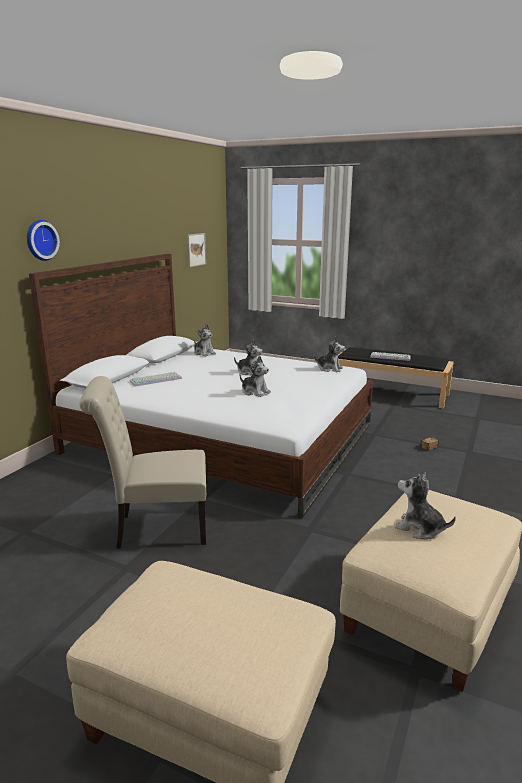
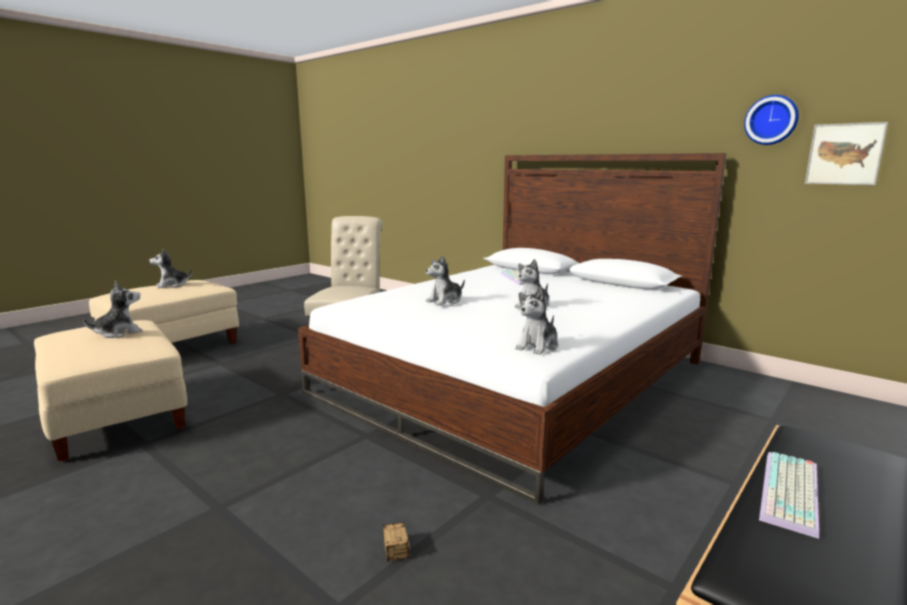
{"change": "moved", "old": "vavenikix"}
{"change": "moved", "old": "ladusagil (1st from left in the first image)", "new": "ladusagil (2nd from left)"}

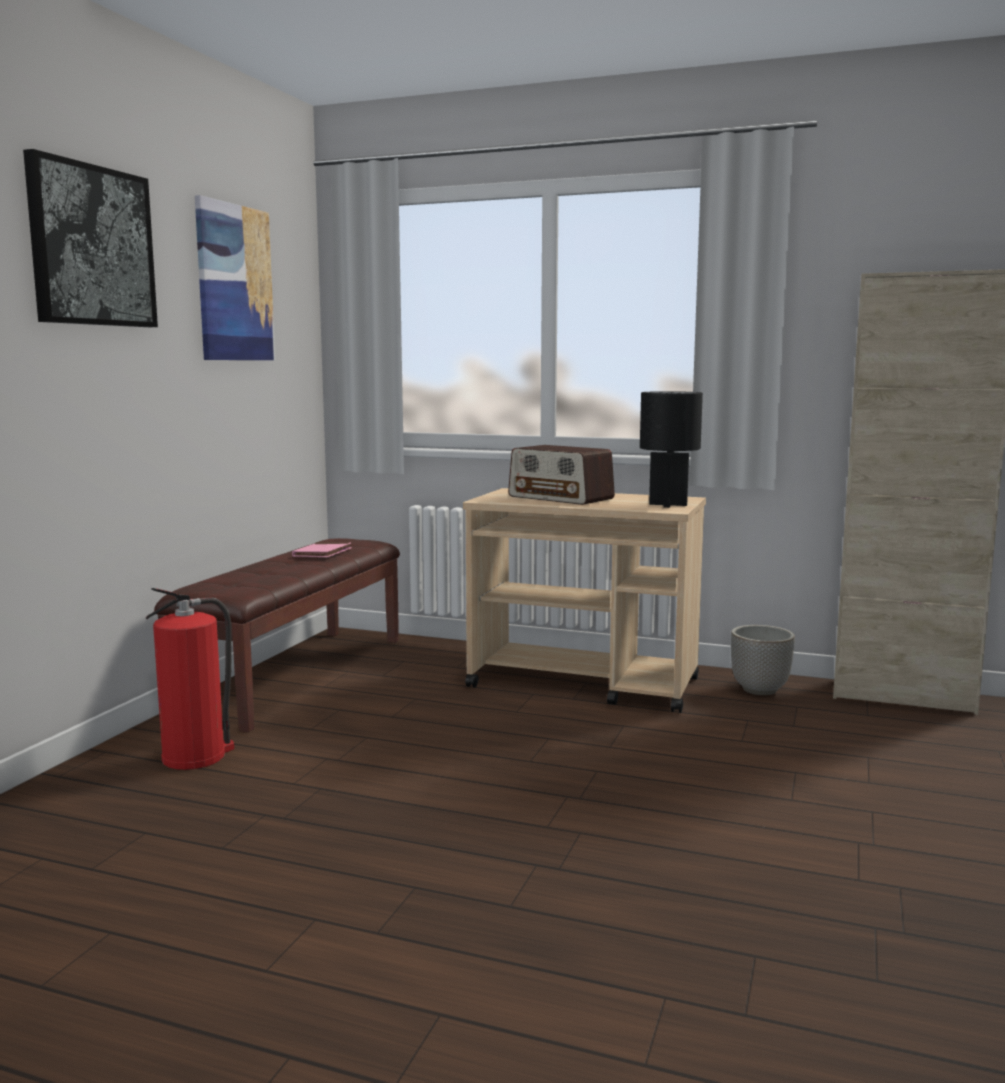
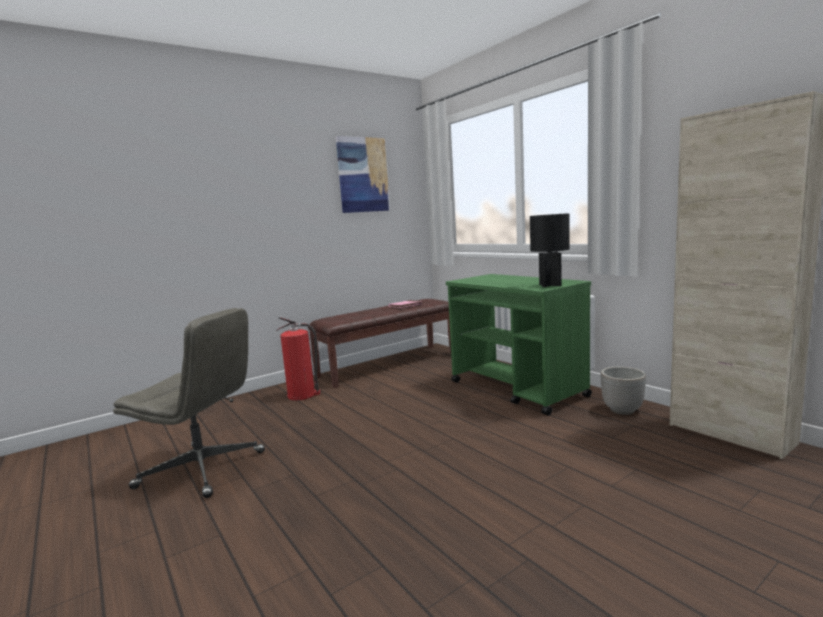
{"change": "removed", "old": "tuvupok (1st from left)"}
{"change": "removed", "old": "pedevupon"}
{"change": "recoloured", "old": "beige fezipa", "new": "green fezipa"}
{"change": "added", "new": "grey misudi"}

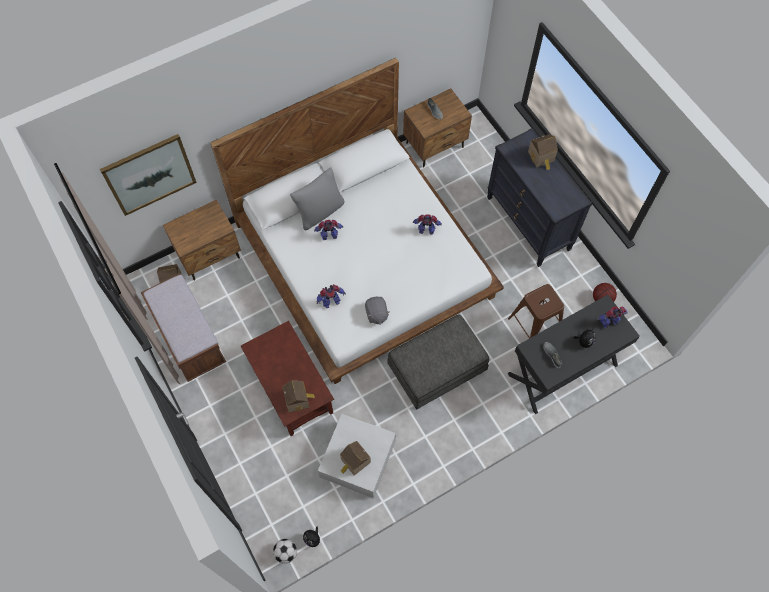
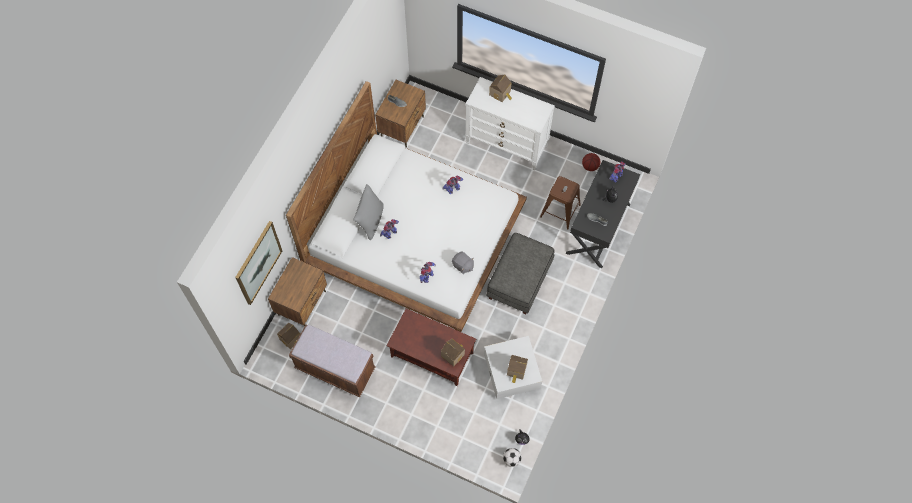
{"change": "recoloured", "old": "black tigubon", "new": "white tigubon"}

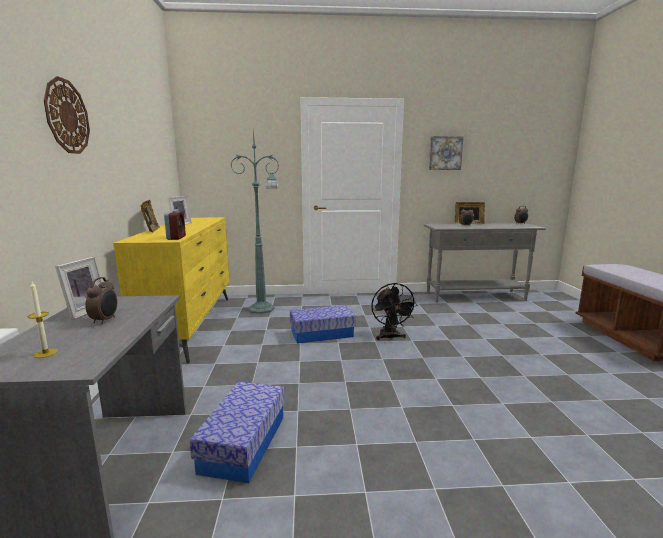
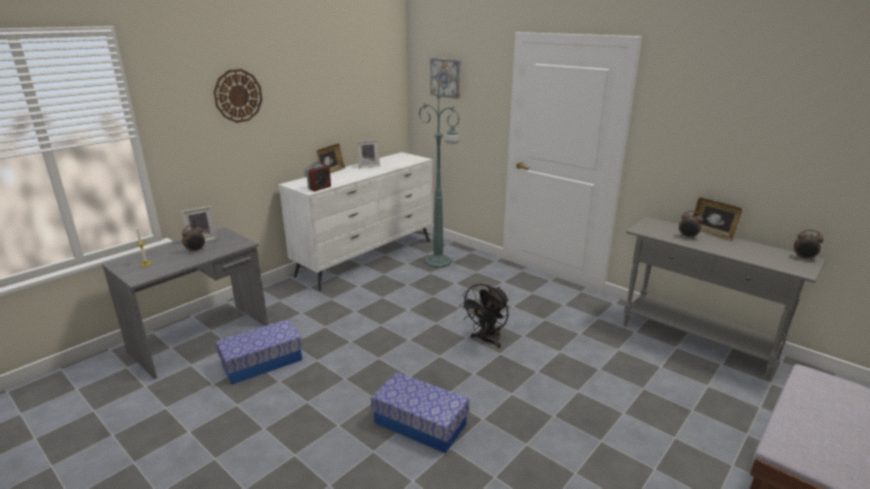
{"change": "moved", "old": "tuvupok"}
{"change": "recoloured", "old": "yellow tigubon", "new": "white tigubon"}
{"change": "moved", "old": "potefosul (2nd from left)"}

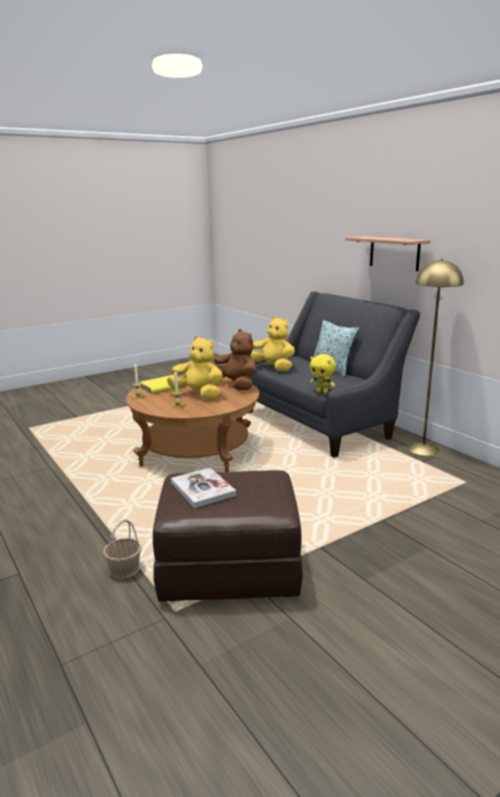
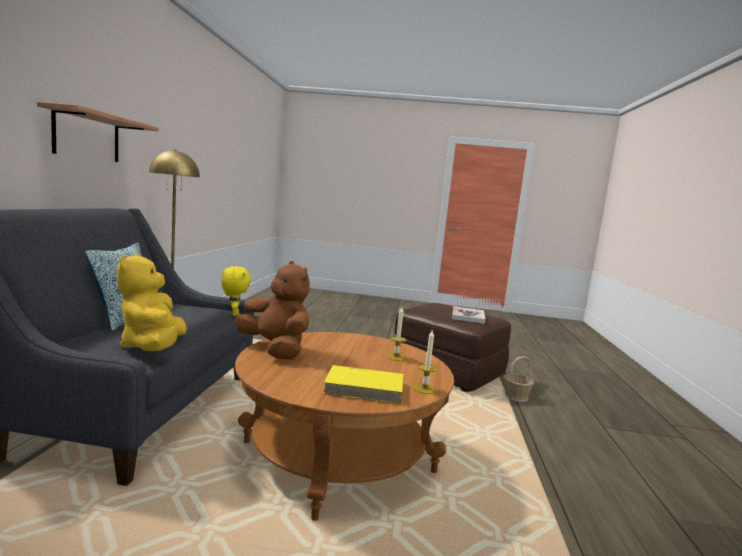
{"change": "turned", "old": "brown ladusagil", "degrees": 135}
{"change": "removed", "old": "yellow ladusagil (1st from left)"}

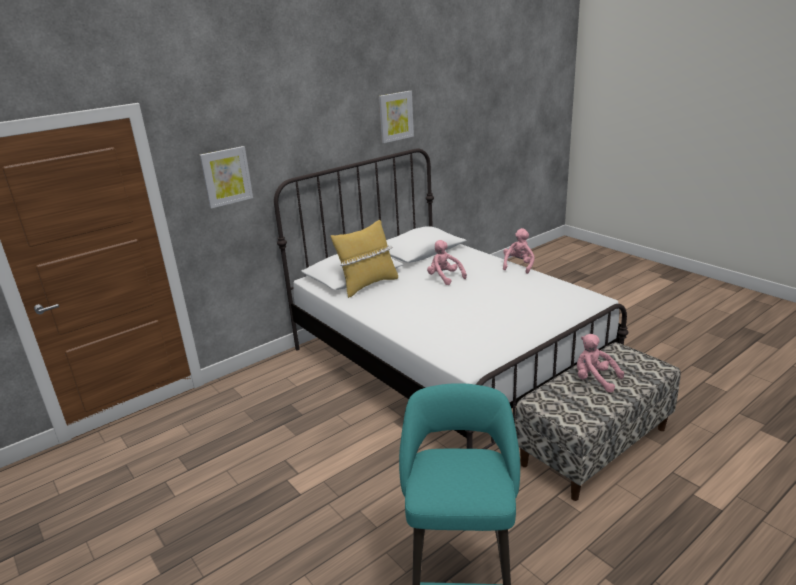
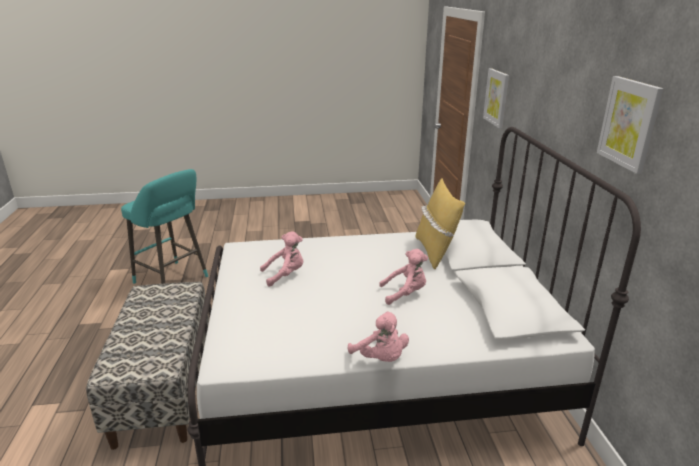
{"change": "moved", "old": "pink ladusagil (3rd from left in the first image)", "new": "pink ladusagil (1st from left)"}

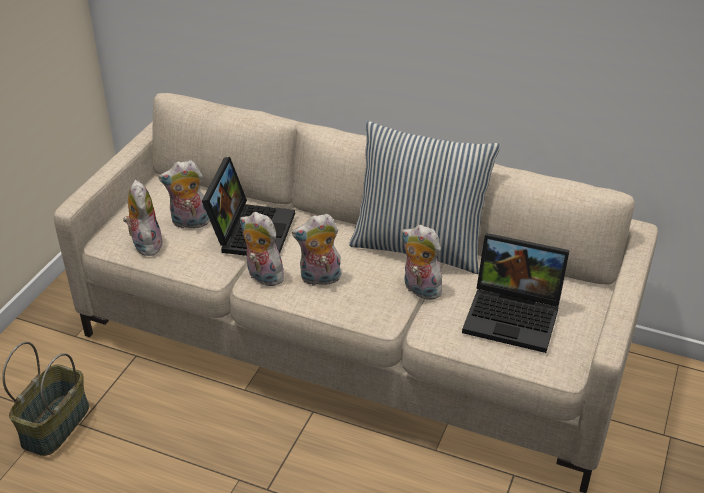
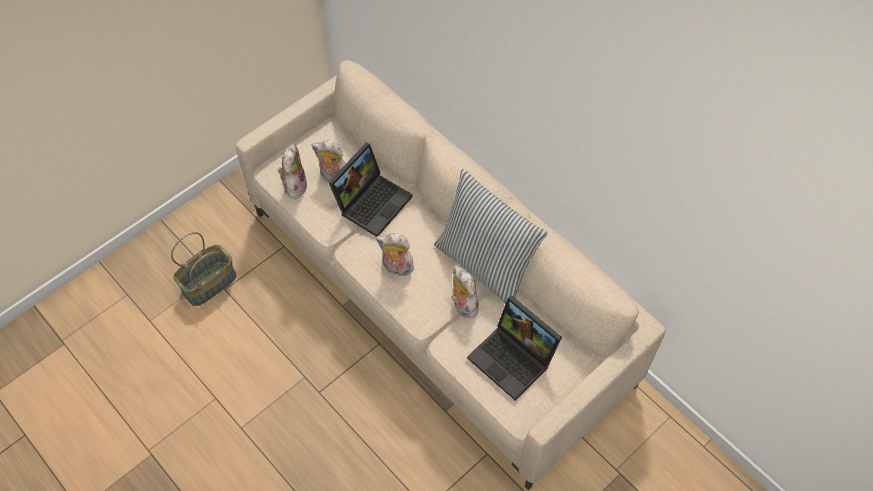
{"change": "removed", "old": "ladusagil (3rd from left)"}

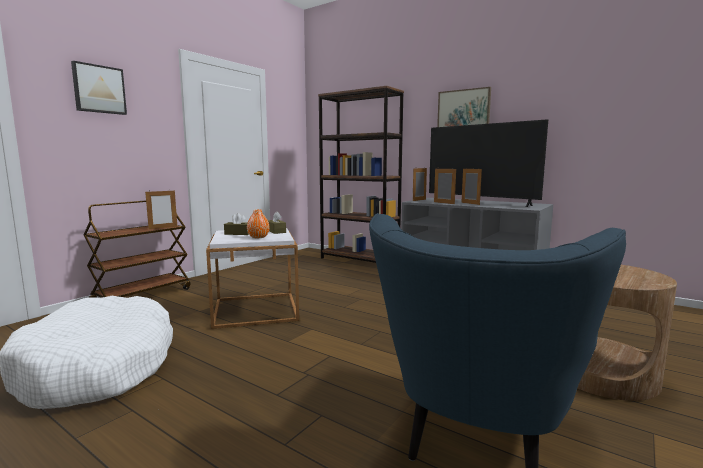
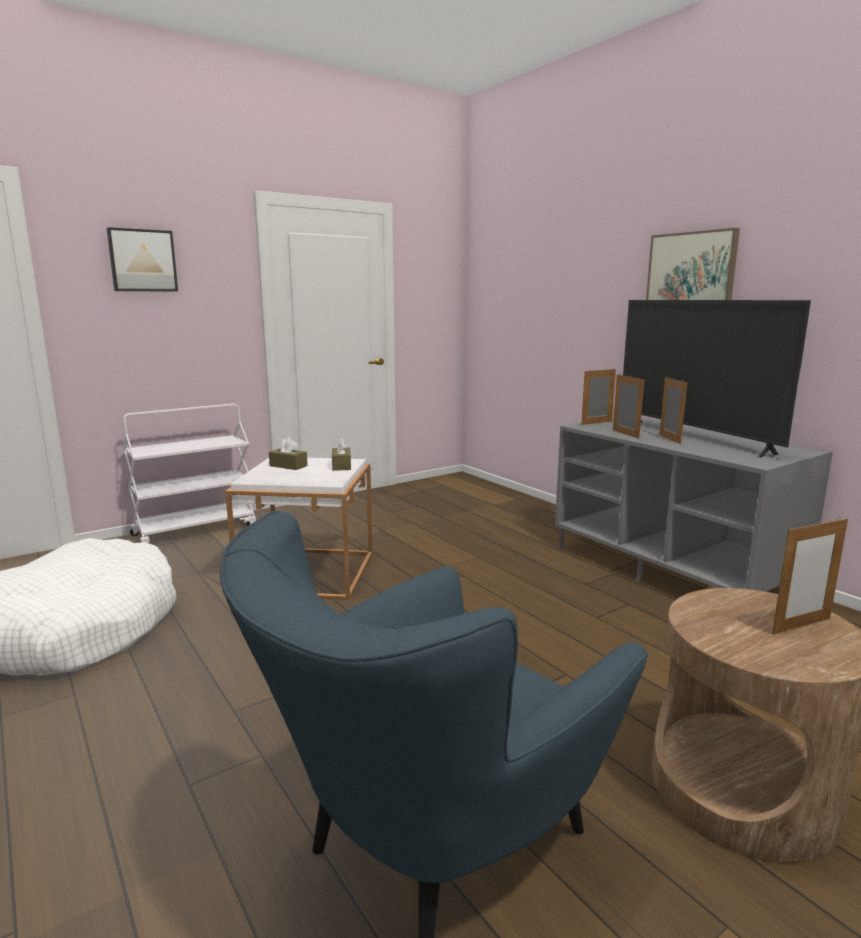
{"change": "removed", "old": "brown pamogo"}
{"change": "moved", "old": "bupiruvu (1st from left in the first image)", "new": "bupiruvu (4th from left)"}
{"change": "recoloured", "old": "brown fezipa", "new": "white fezipa"}
{"change": "removed", "old": "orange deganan"}

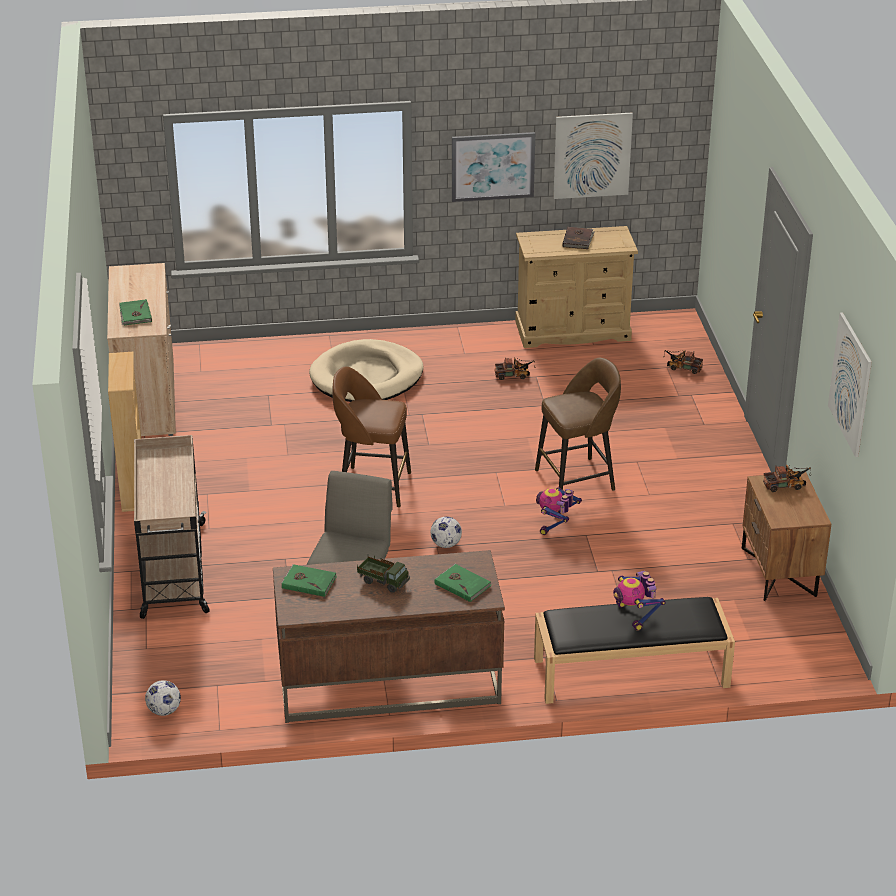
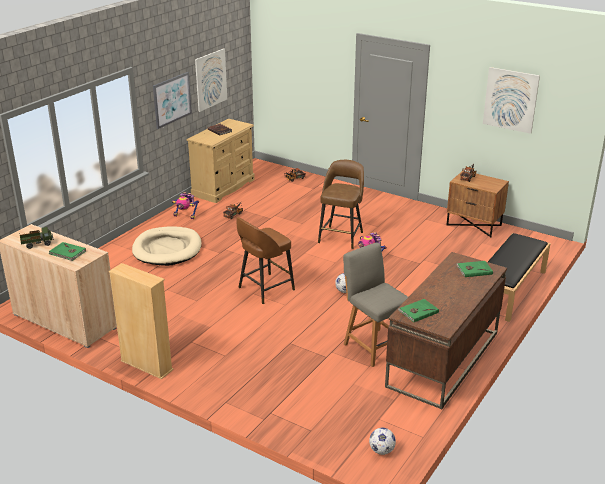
{"change": "removed", "old": "beige fezipa"}
{"change": "moved", "old": "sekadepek (1st from left)"}
{"change": "moved", "old": "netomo (2nd from left in the first image)", "new": "netomo (1st from left)"}

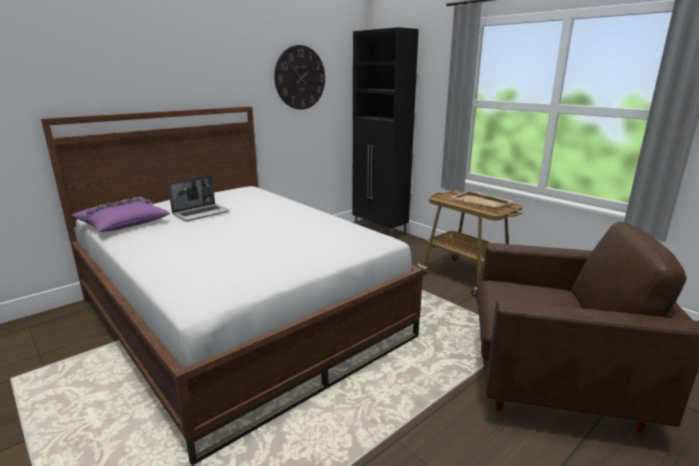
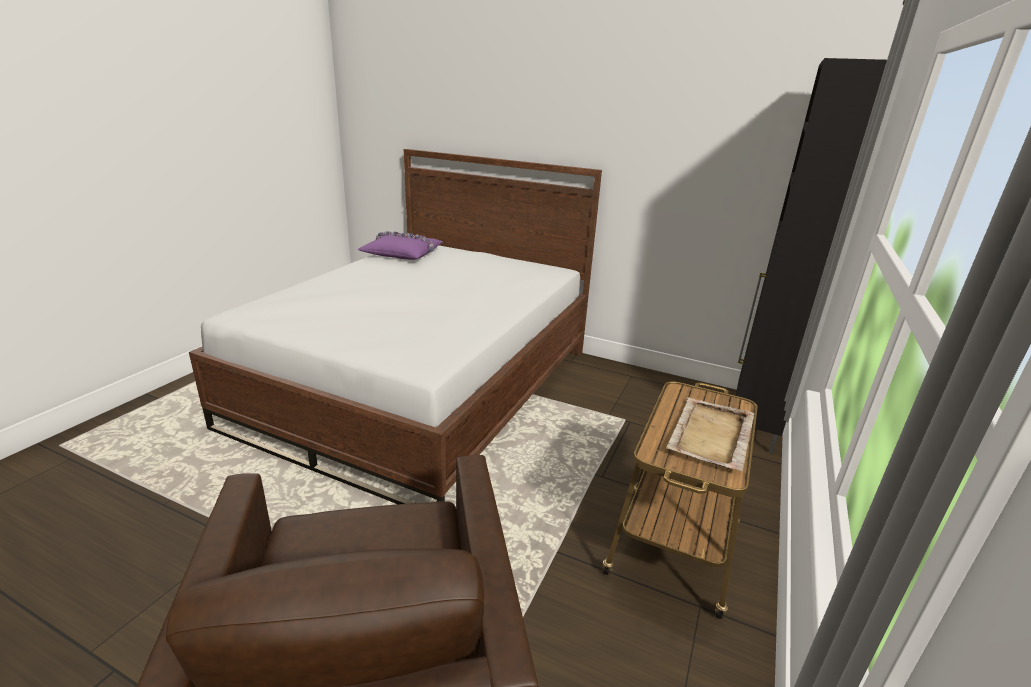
{"change": "removed", "old": "vavenikix"}
{"change": "removed", "old": "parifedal"}

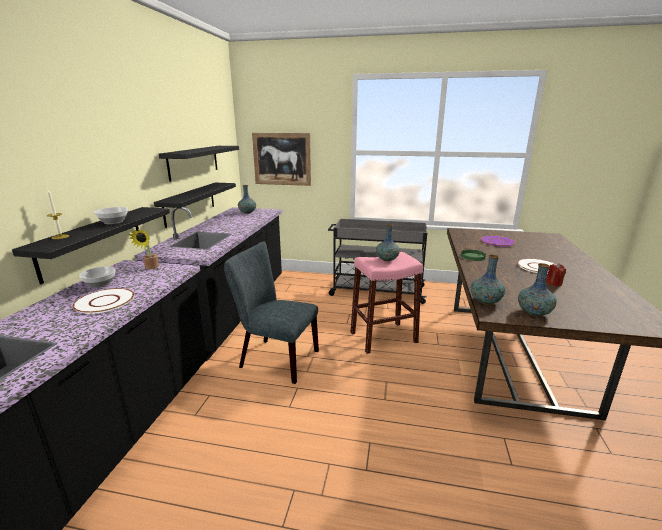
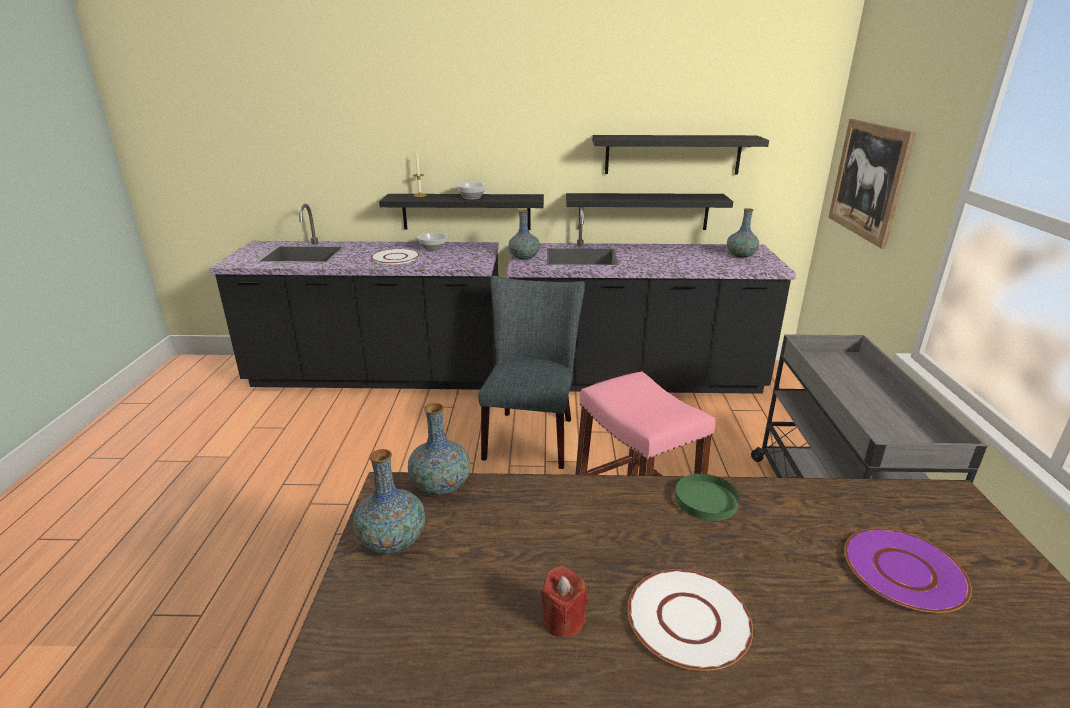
{"change": "moved", "old": "deganan (2nd from left in the first image)", "new": "deganan (3rd from left)"}
{"change": "removed", "old": "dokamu"}

